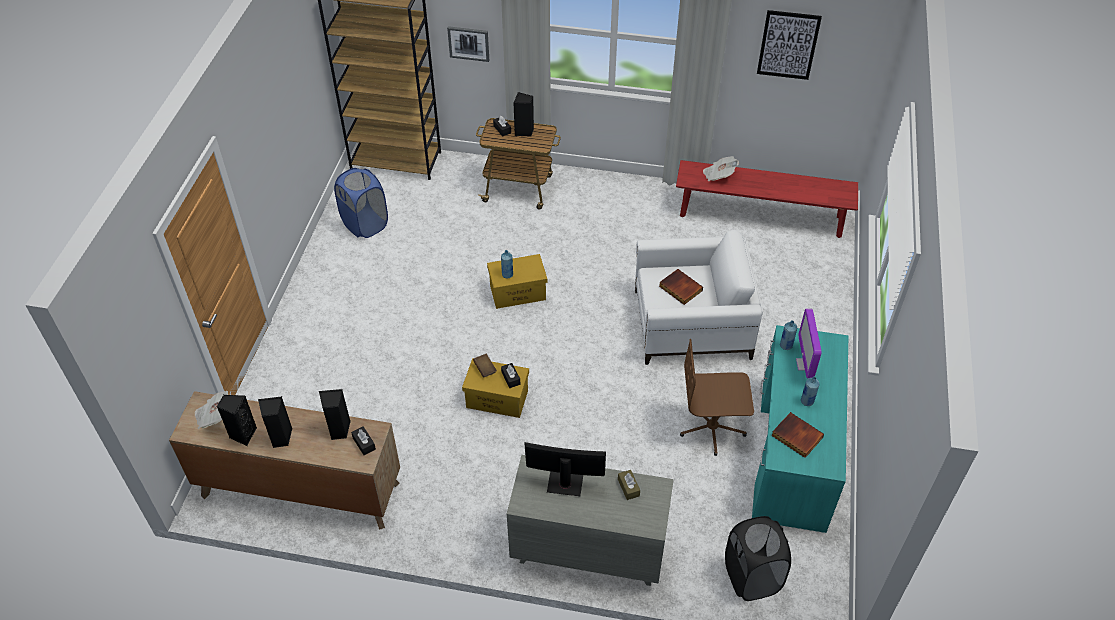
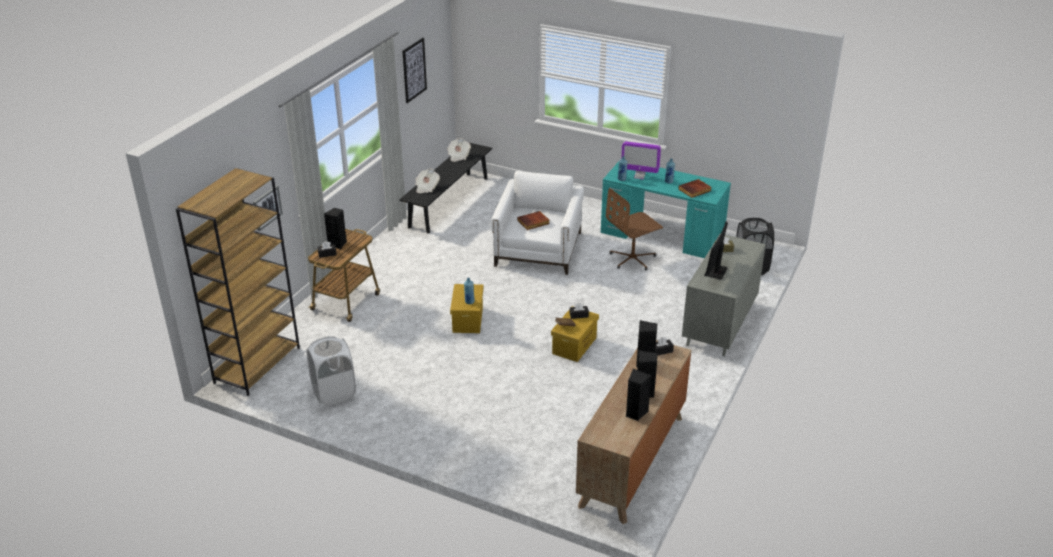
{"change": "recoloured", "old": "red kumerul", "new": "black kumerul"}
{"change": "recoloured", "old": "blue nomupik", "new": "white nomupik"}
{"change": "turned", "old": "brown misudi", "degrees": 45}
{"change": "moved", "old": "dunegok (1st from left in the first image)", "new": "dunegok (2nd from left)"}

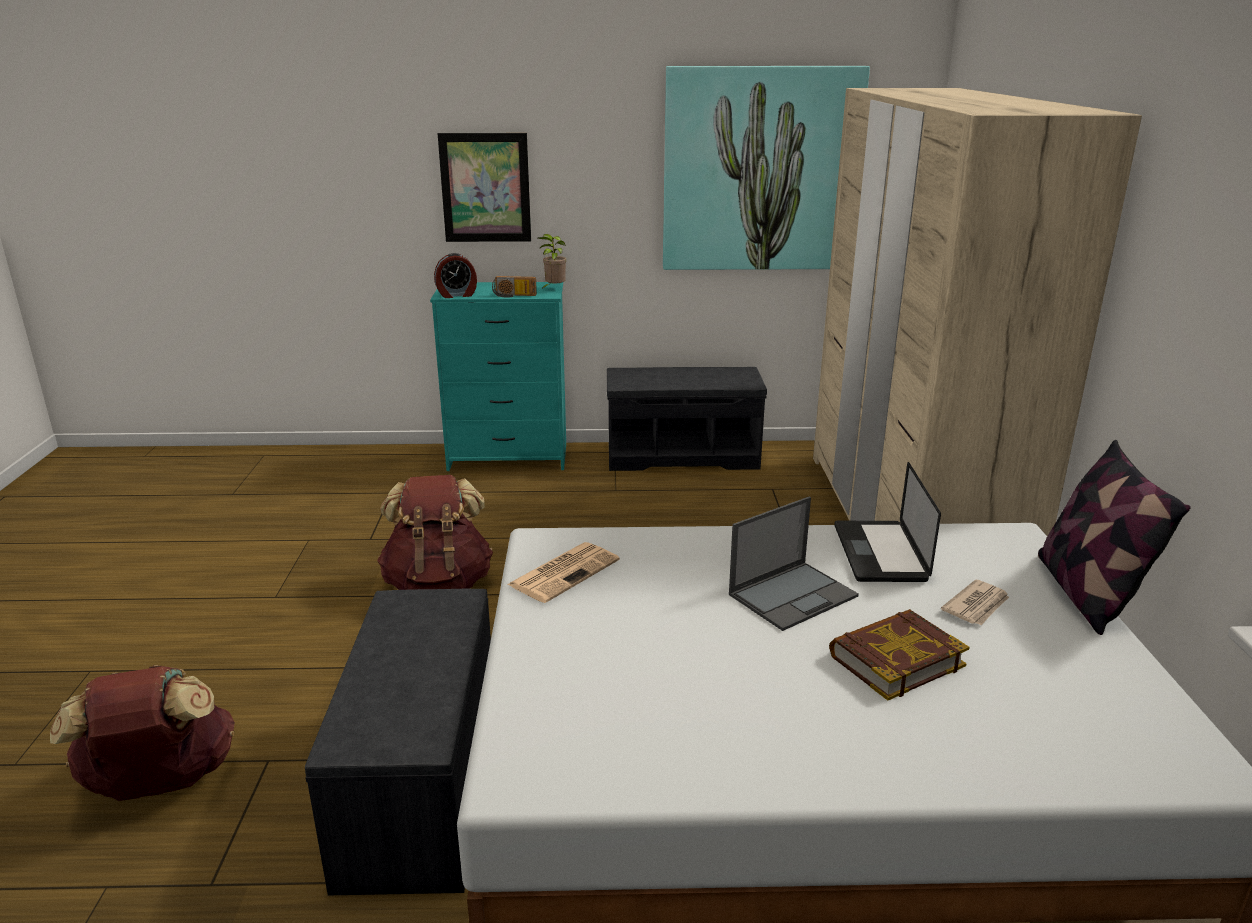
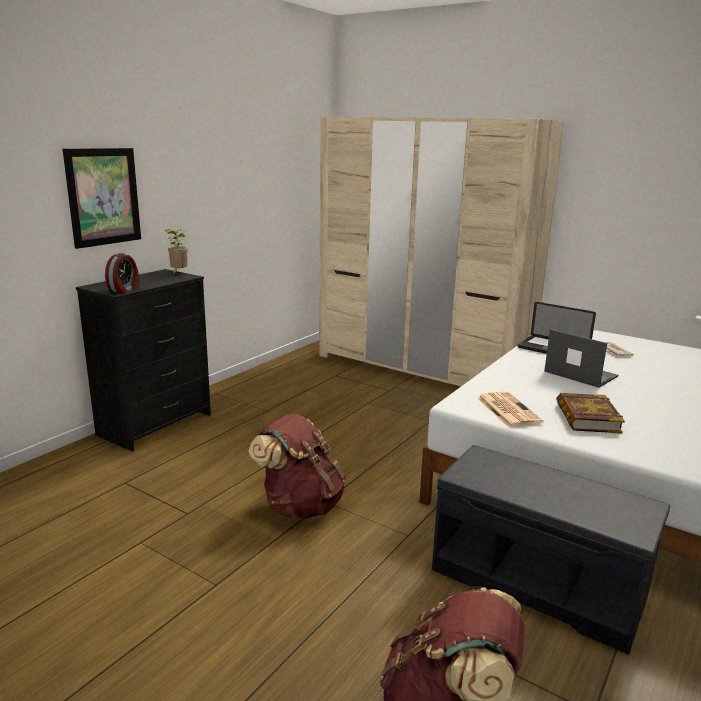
{"change": "removed", "old": "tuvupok (2nd from left)"}
{"change": "removed", "old": "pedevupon"}
{"change": "recoloured", "old": "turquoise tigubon", "new": "black tigubon"}
{"change": "removed", "old": "grey kumerul (2nd from left)"}
{"change": "removed", "old": "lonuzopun"}
{"change": "turned", "old": "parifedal (1st from left in the first image)", "degrees": -45}
{"change": "moved", "old": "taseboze"}

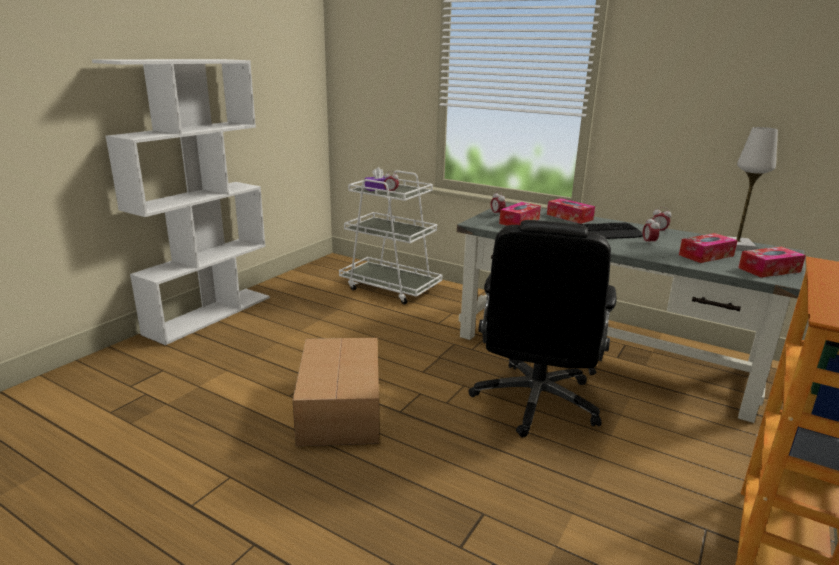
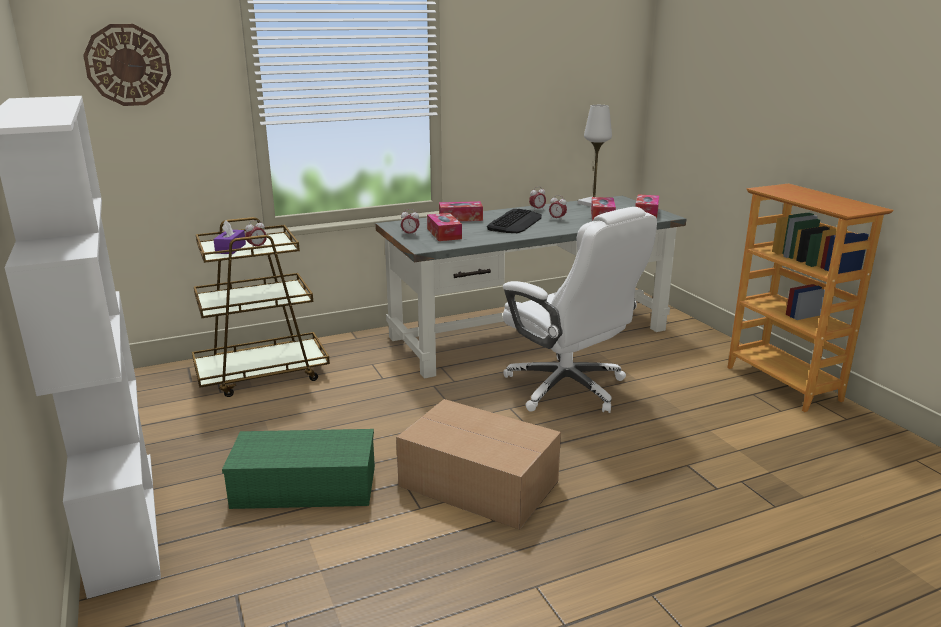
{"change": "recoloured", "old": "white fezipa", "new": "brown fezipa"}
{"change": "recoloured", "old": "black misudi", "new": "white misudi"}
{"change": "added", "new": "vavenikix"}
{"change": "added", "new": "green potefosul"}

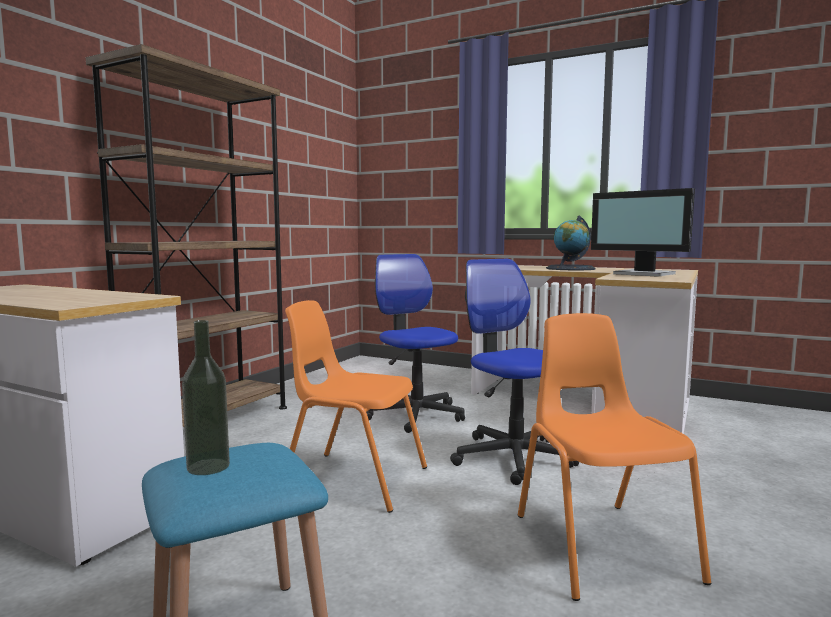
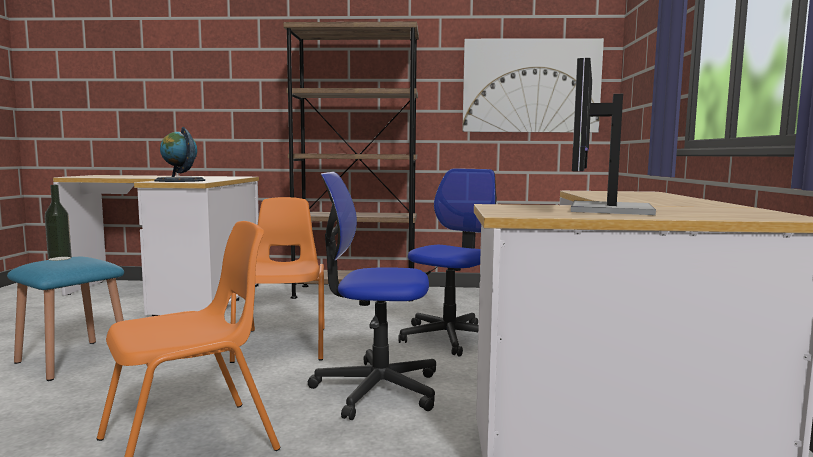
{"change": "moved", "old": "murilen"}
{"change": "turned", "old": "misudi (2nd from left in the first image)", "degrees": -120}
{"change": "added", "new": "tuvupok"}

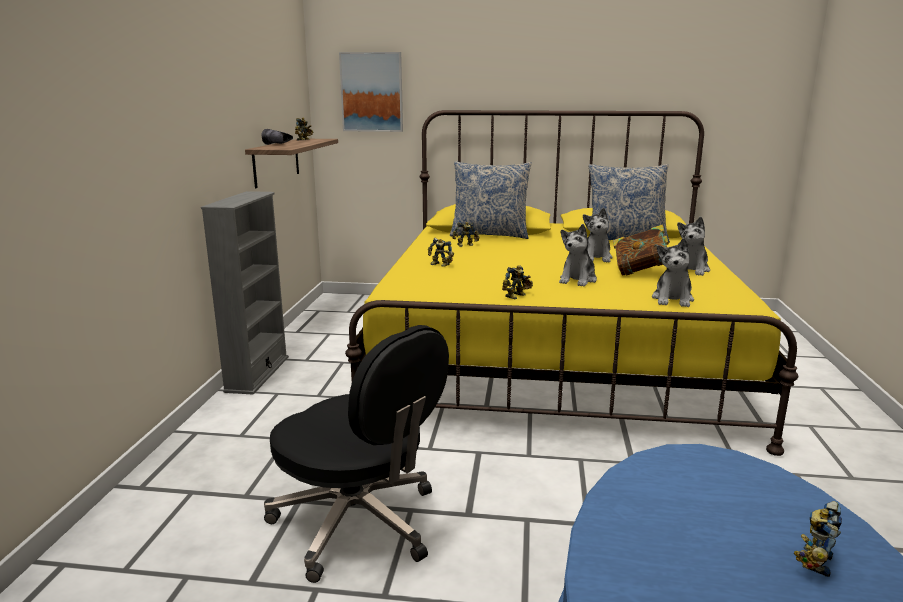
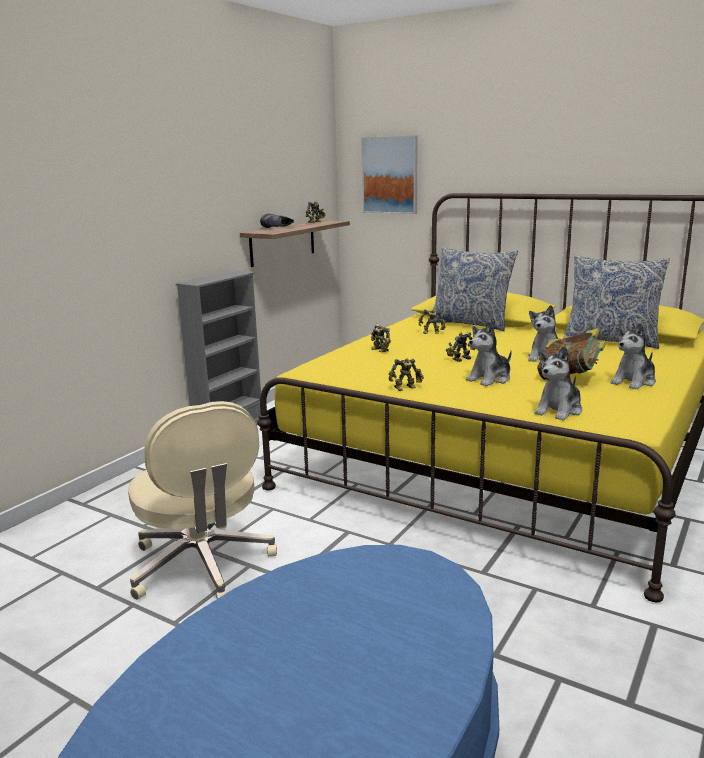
{"change": "recoloured", "old": "black misudi", "new": "beige misudi"}
{"change": "moved", "old": "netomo (5th from left)"}

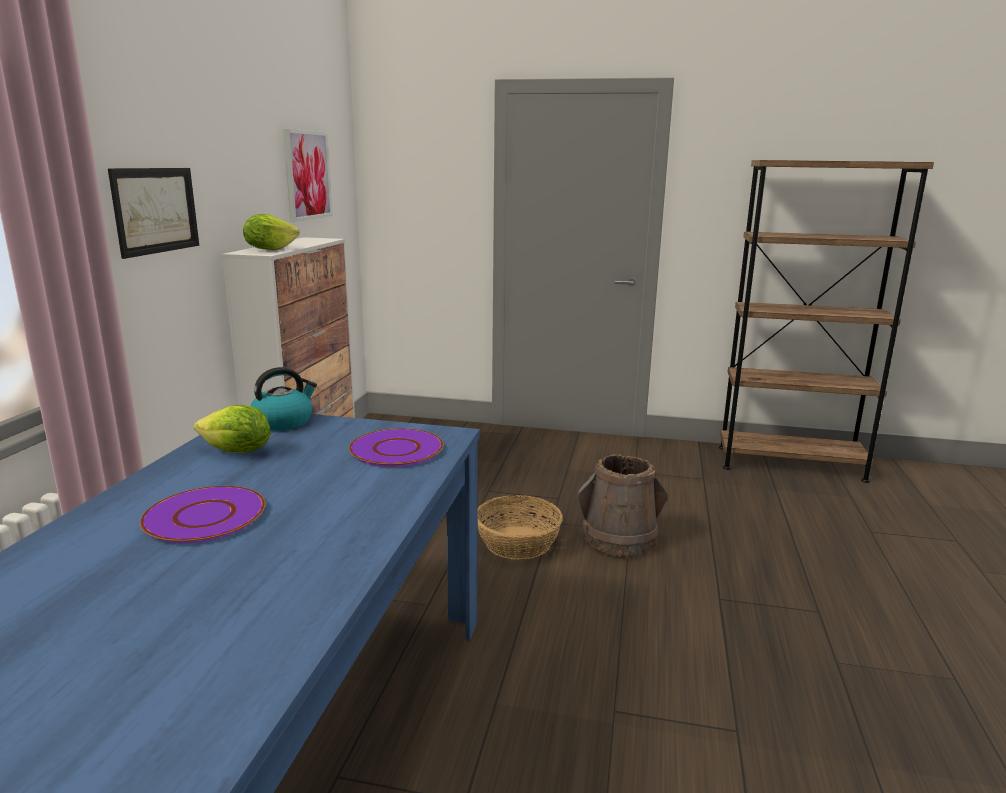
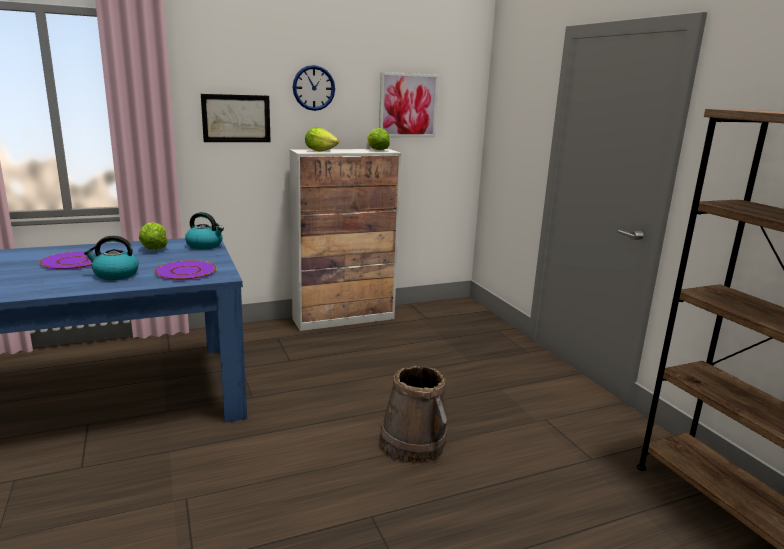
{"change": "removed", "old": "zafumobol"}
{"change": "added", "new": "vavenikix"}
{"change": "added", "new": "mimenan (3rd from left)"}
{"change": "added", "new": "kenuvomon (1st from left)"}

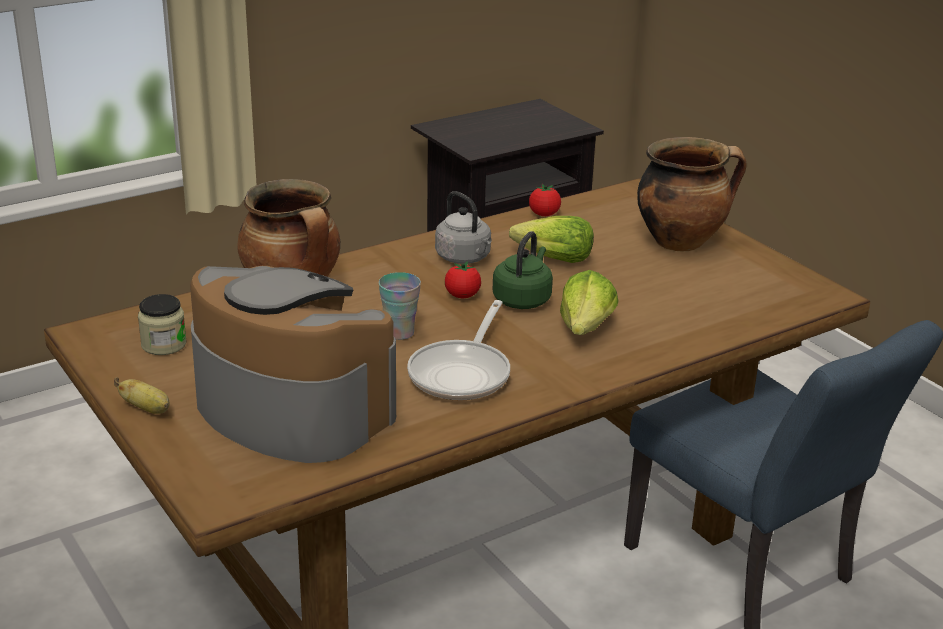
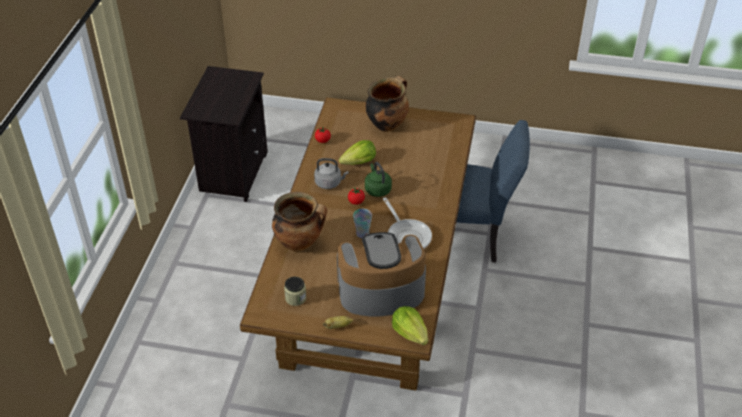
{"change": "moved", "old": "mimenan (2nd from left)"}

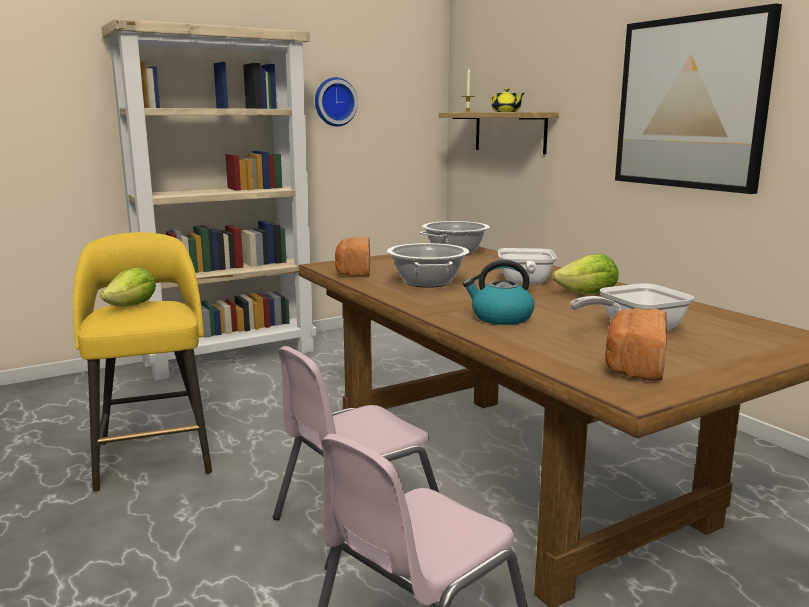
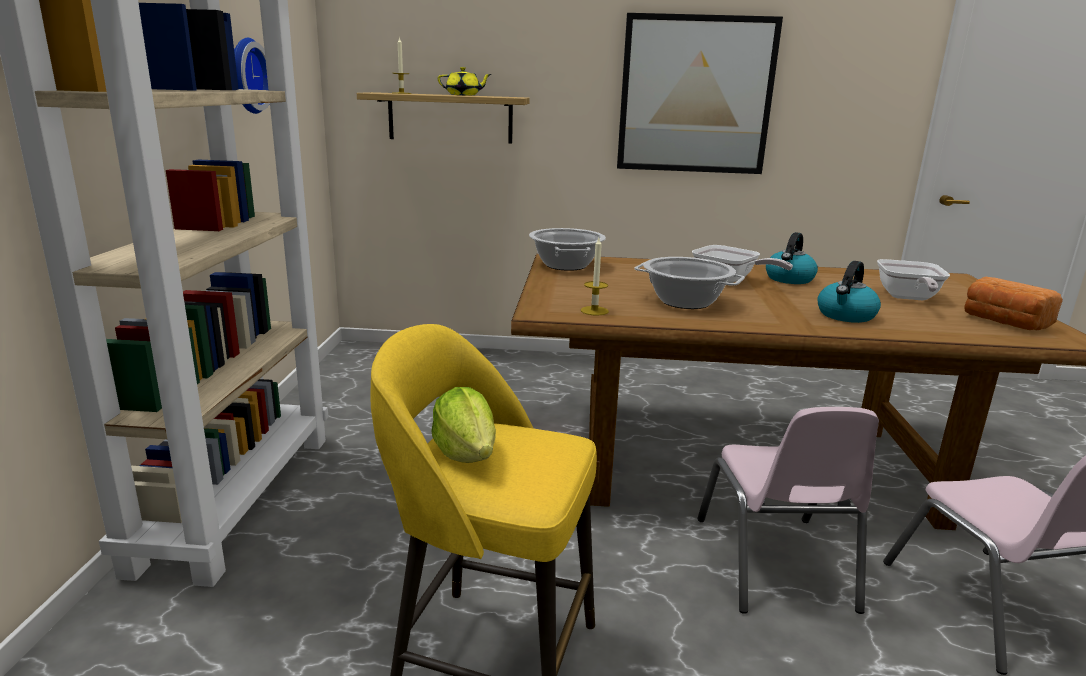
{"change": "replaced", "old": "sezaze (1st from left)", "new": "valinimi (2nd from left)"}
{"change": "replaced", "old": "mimenan (2nd from left)", "new": "kenuvomon (1st from left)"}

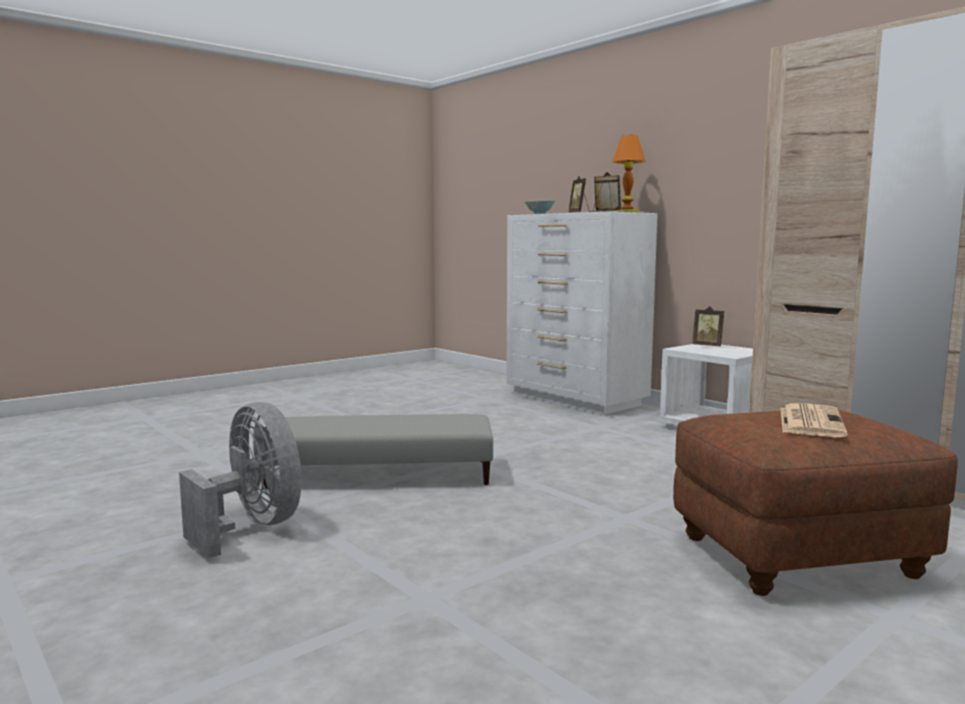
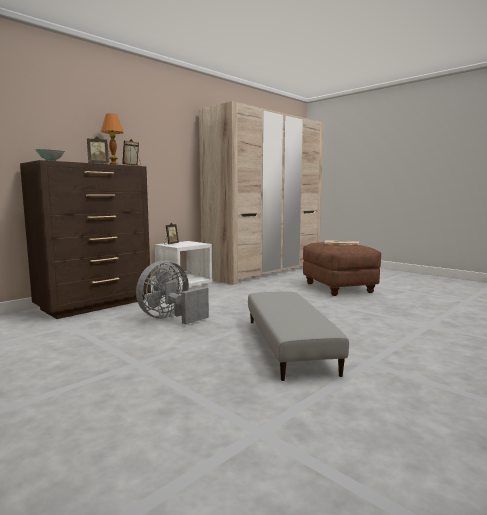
{"change": "recoloured", "old": "white tigubon", "new": "brown tigubon"}
{"change": "moved", "old": "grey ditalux"}

